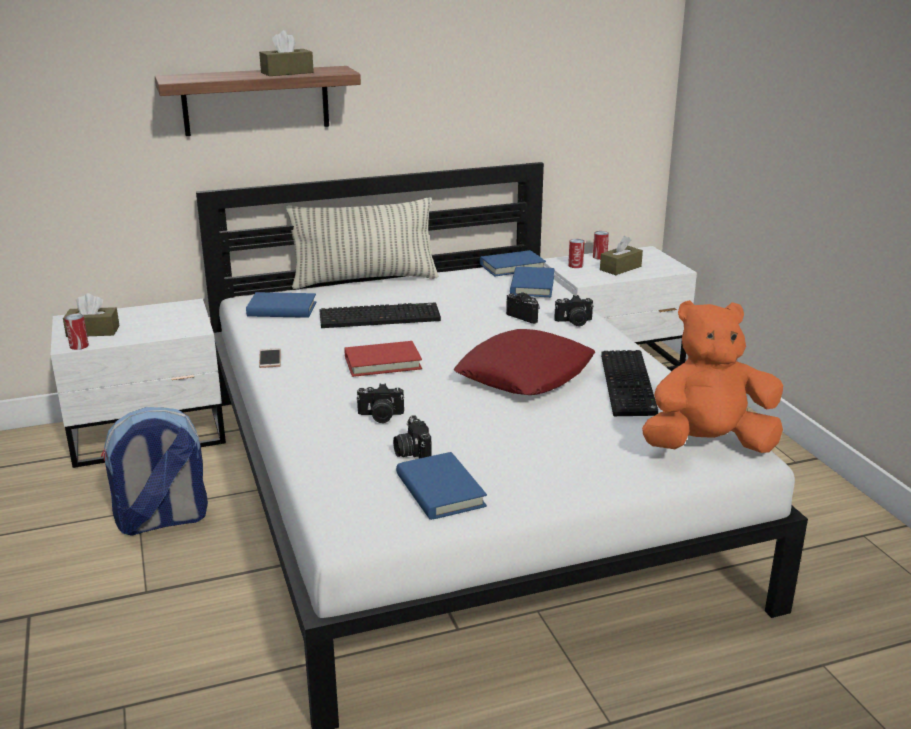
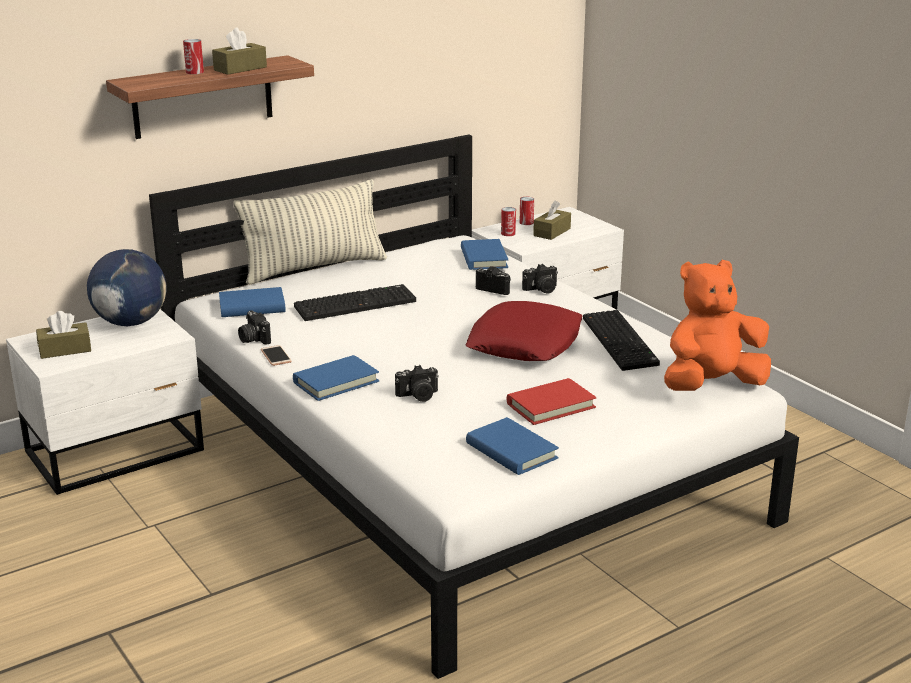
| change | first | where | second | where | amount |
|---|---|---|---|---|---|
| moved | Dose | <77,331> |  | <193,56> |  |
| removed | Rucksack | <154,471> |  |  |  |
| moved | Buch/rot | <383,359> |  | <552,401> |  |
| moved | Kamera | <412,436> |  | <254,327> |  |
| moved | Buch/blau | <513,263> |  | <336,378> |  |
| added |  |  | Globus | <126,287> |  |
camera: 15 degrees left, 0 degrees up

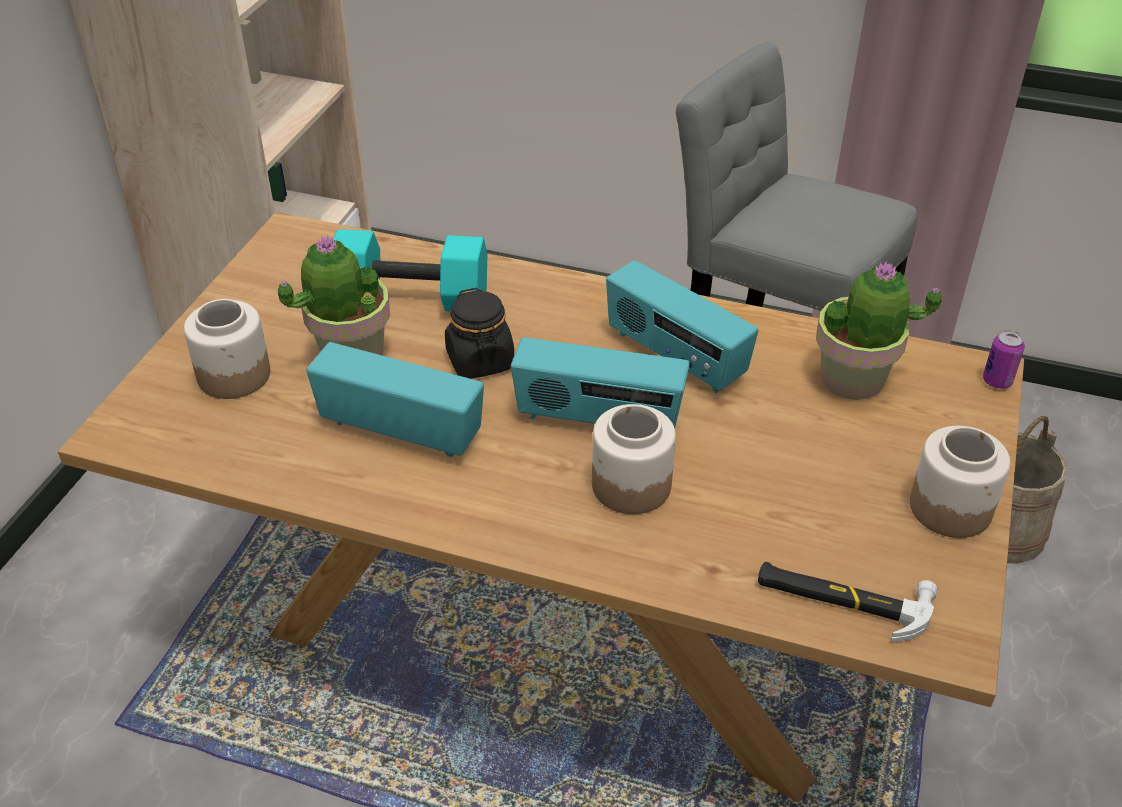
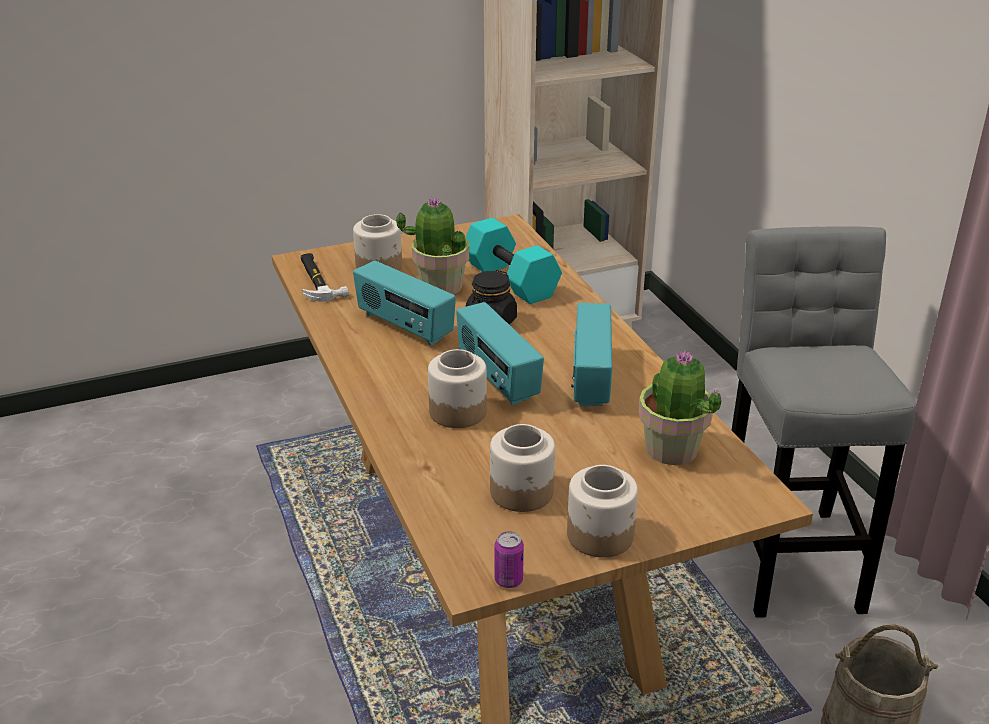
| change | first | where | second | where | amount |
|---|---|---|---|---|---|
| turned | Radio | <395,399> |  | <404,303> | 150 degrees clockwise |
| moved | Hammer | <847,602> |  | <325,277> |  |
| moved | Dose | <1004,359> |  | <509,559> |  |
| added |  |  | Vorratsglas | <522,468> |  |
camera: 50 degrees right, 10 degrees down

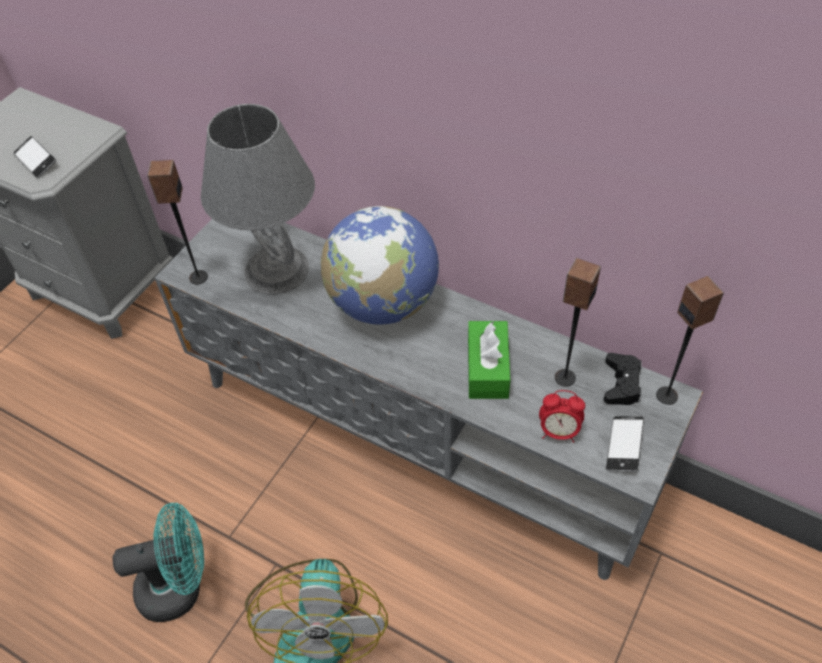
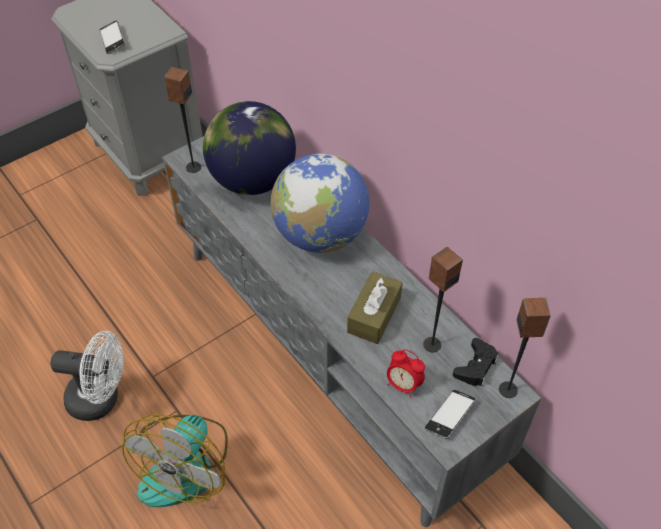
| change | first | where | second | where | amount |
|---|---|---|---|---|---|
| recoloured | Ventilator/türkis | <158,562> | Ventilator/weiß | <87,376> |  |
| replaced | Tischlampe/grau | <258,199> | Globus | <249,148> |  |
| recoloured | Taschentuchbox/grün | <489,360> | Taschentuchbox/braun | <375,307> |  |
camera: 20 degrees right, 0 degrees up

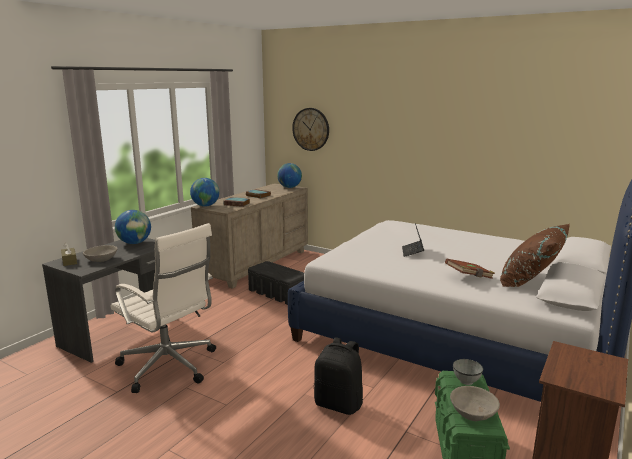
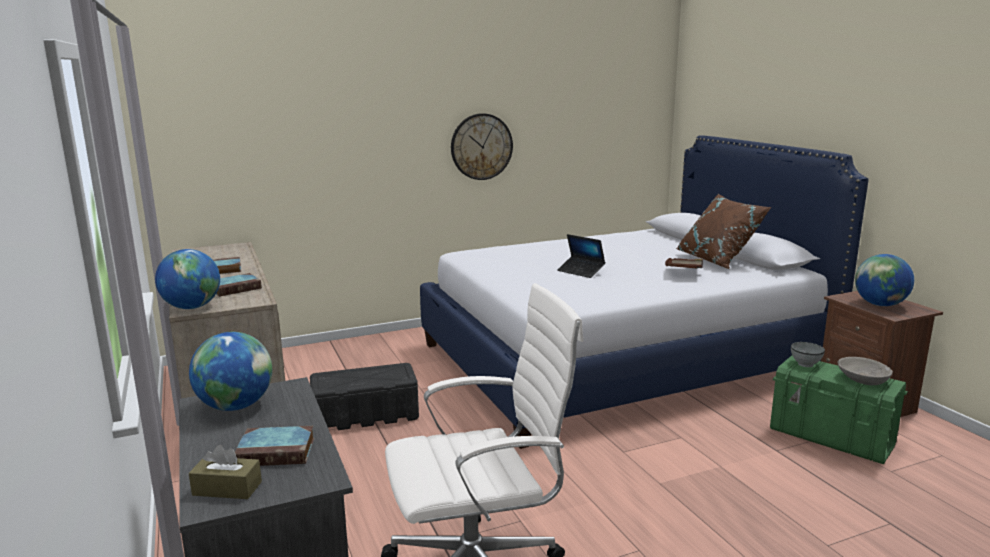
| change | first | where | second | where | amount |
|---|---|---|---|---|---|
| replaced | Schüssel/grau | <100,253> | Buch | <274,446> |  |
| moved | Globus | <289,175> |  | <884,280> |  |
| moved | Wanduhr | <310,129> |  | <482,146> |  |
| removed | Rucksack/schwarz | <338,376> |  |  |  |
camera: 55 degrees left, 0 degrees up

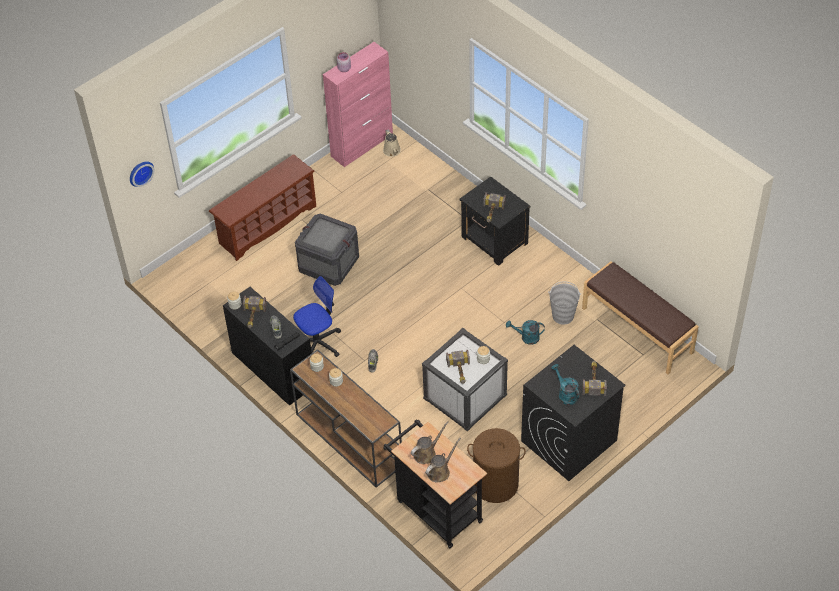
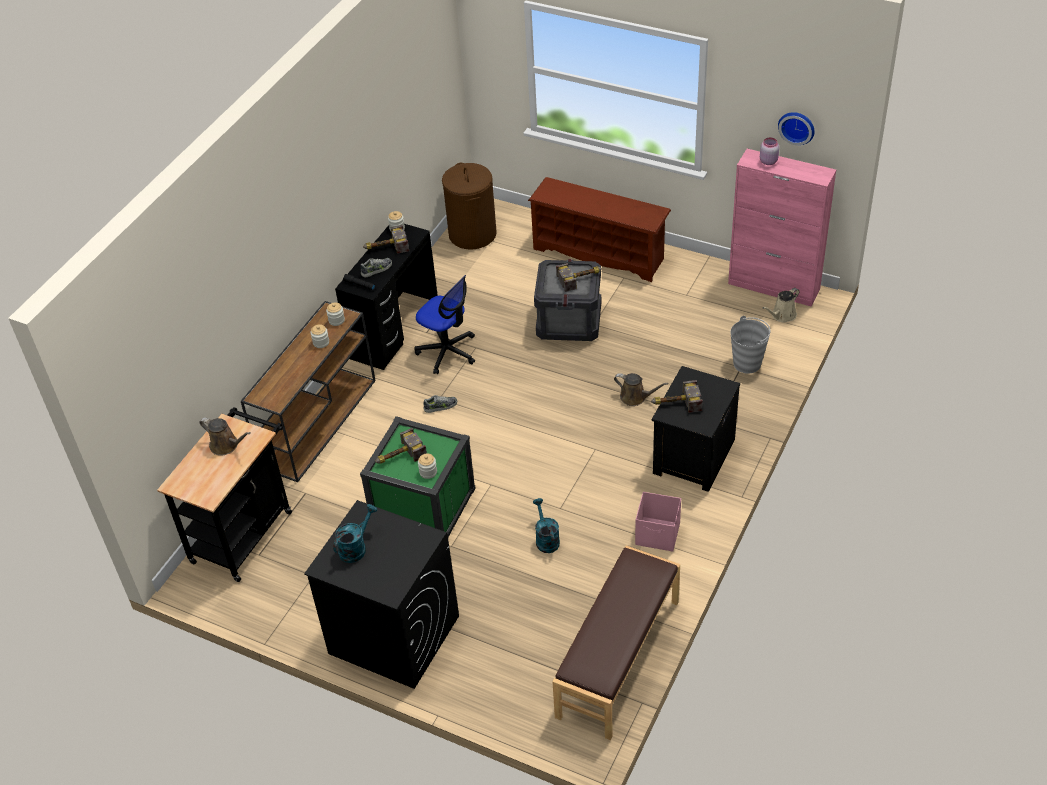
| change | first | where | second | where | amount |
|---|---|---|---|---|---|
| moved | Wanduhr | <142,174> |  | <796,128> |  |
| recoloured | Aufbewahrungsbox/weiß | <465,380> | Aufbewahrungsbox/grün | <418,476> |  |
| moved | Gießkanne/braun | <443,460> |  | <641,389> |  |
| moved | Wäschekorb/braun | <496,465> |  | <469,206> |  |
| moved | Eimer/grau | <565,303> |  | <750,345> |  |
| moved | Hammer | <594,378> |  | <579,277> |  |
| added |  |  | Aufbewahrungsbox/rosa | <658,522> |  |
camera: 70 degrees right, 5 degrees down

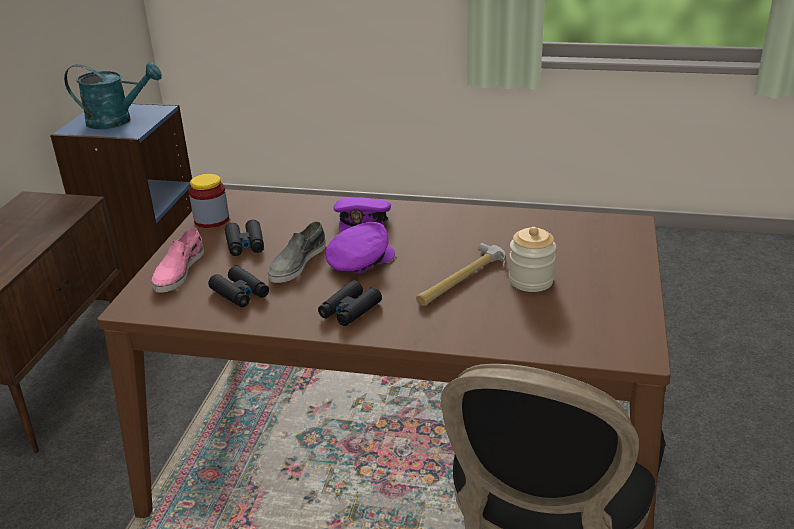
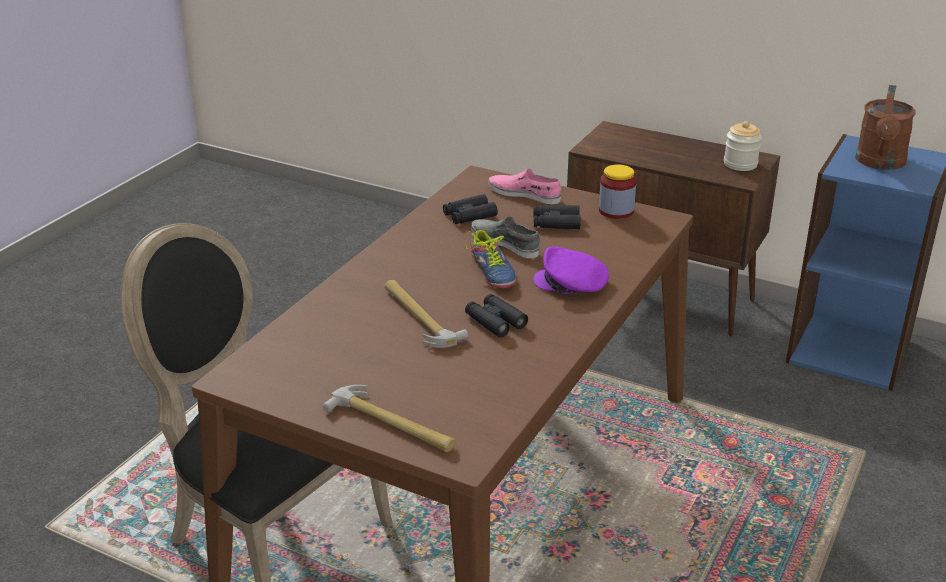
| change | first | where | second | where | amount |
|---|---|---|---|---|---|
| recoloured | Gießkanne/türkis | <113,95> | Gießkanne/braun | <885,127> |  |
| moved | Fernglas/schwarz | <350,303> |  | <496,315> |  |
| replaced | Kappe/lila | <360,248> | Schuh | <491,259> |  |
| moved | Vorratsglas | <532,259> |  | <743,146> |  |
| added |  |  | Hammer | <389,418> |  |
camera: 105 degrees right, 0 degrees up

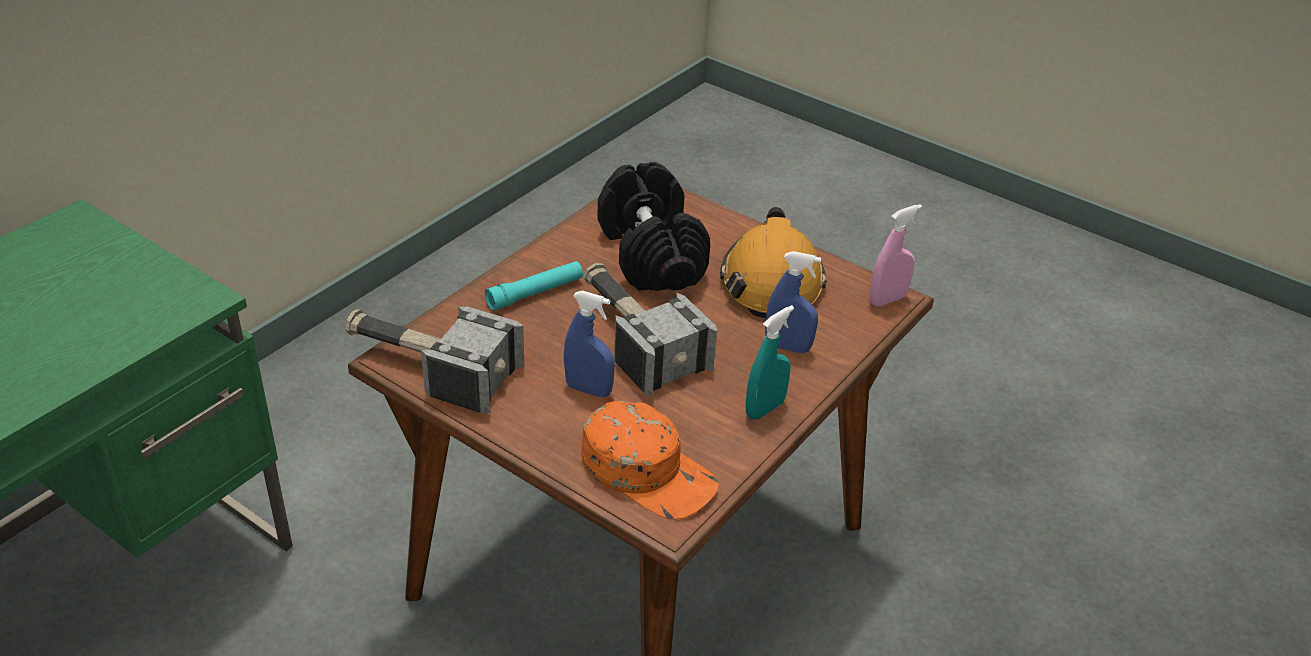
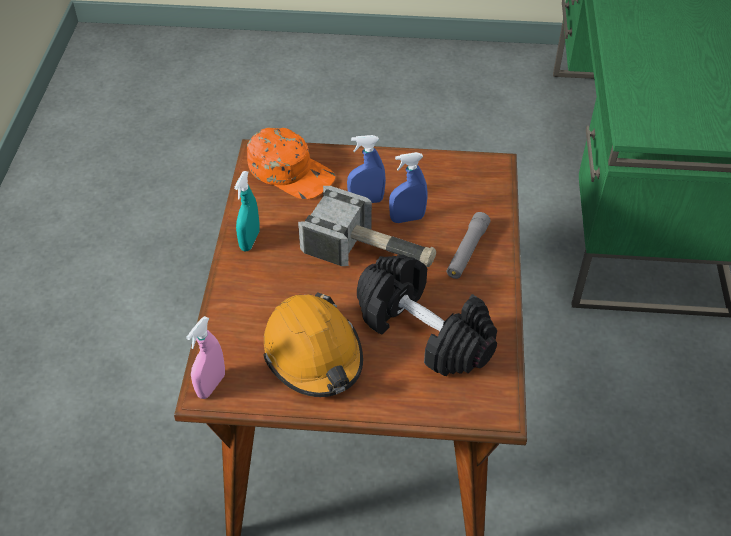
| change | first | where | second | where | amount |
|---|---|---|---|---|---|
| removed | Hammer | <434,360> |  |  |  |
| recoloured | Taschenlampe/türkis | <534,286> | Taschenlampe/grau | <468,245> |  |
| turned | Kappe/orange | <650,460> |  | <291,163> | 150 degrees counterclockwise |
| moved | Sprühflasche/blau | <793,302> |  | <408,187> |  |
camera: 150 degrees right, 10 degrees up

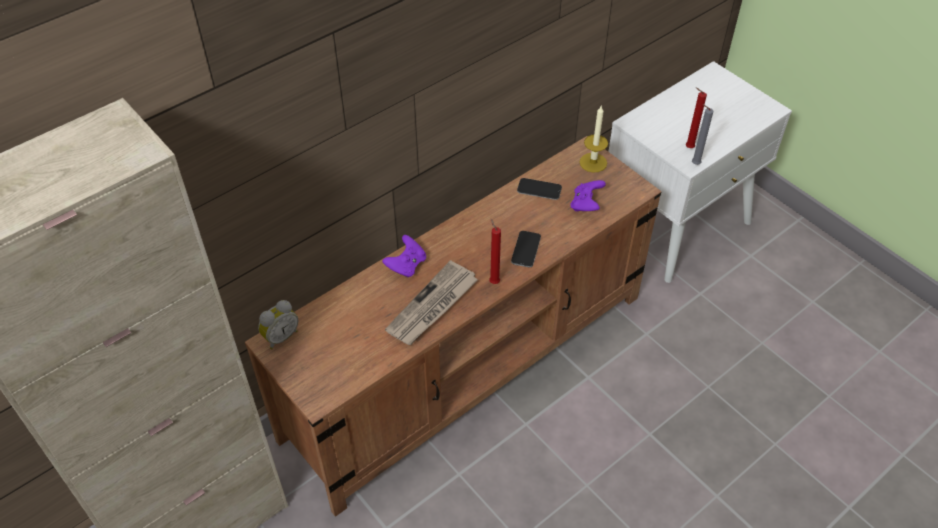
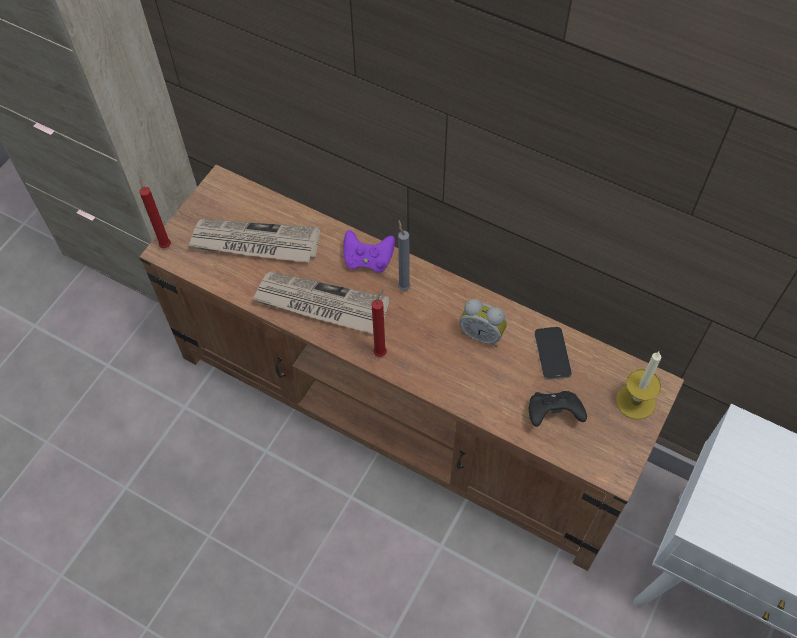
| change | first | where | second | where | amount |
|---|---|---|---|---|---|
| moved | Wecker | <278,325> |  | <483,323> |  |
| removed | Handy | <526,249> |  |  |  |
| recoloured | Gamepad/lila | <588,196> | Gamepad/schwarz | <558,409> |  |
| moved | Kerze/rot | <696,118> |  | <155,211> |  |
| moved | Kerze/grau | <702,134> |  | <404,255> |  |
| added |  |  | Zeitung | <253,241> |  |
camera: 70 degrees right, 10 degrees up

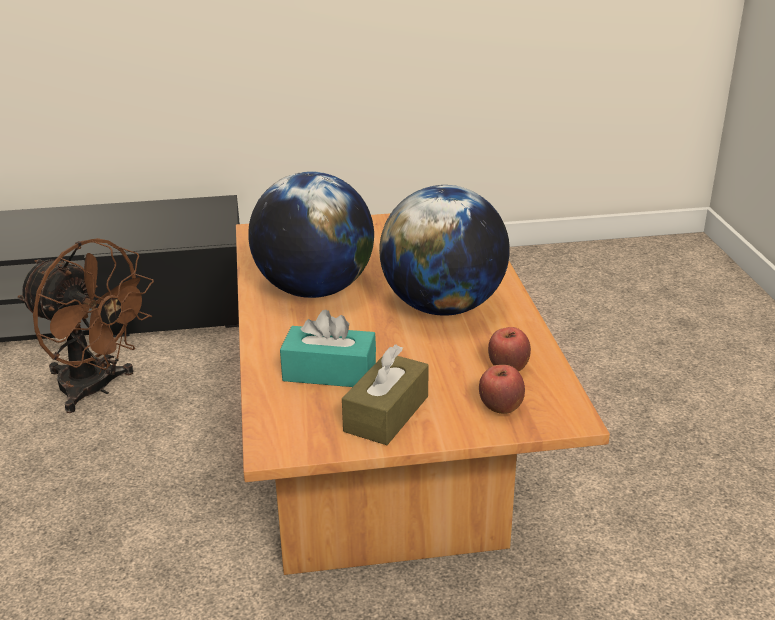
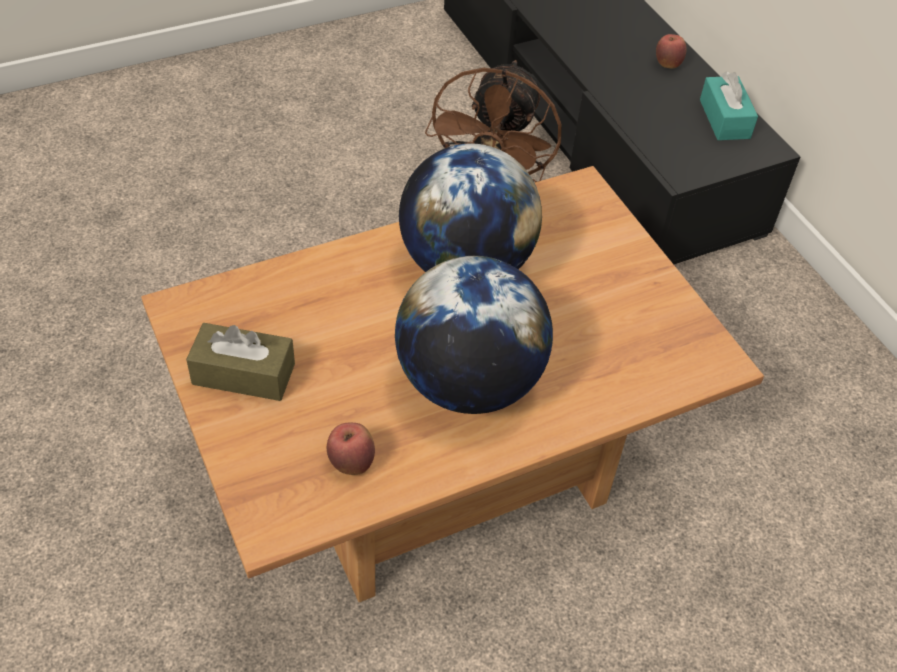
| change | first | where | second | where | amount |
|---|---|---|---|---|---|
| moved | Taschentuchbox/türkis | <328,348> |  | <729,105> |  |
| moved | Apfel | <502,389> |  | <671,51> |  |
camera: 70 degrees right, 20 degrees up

